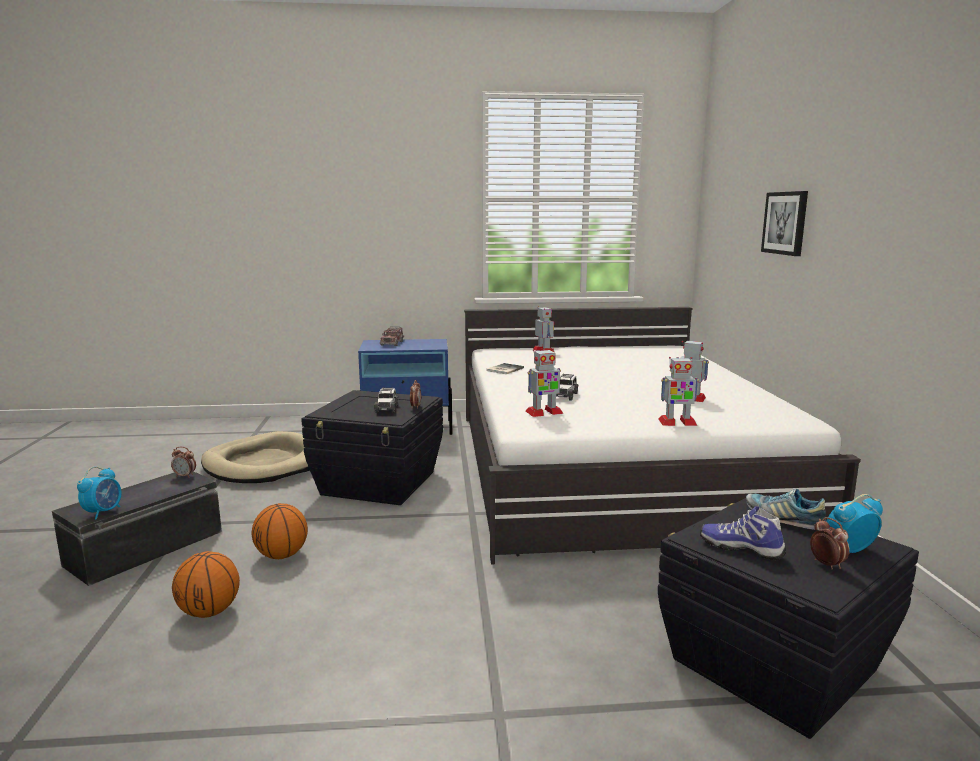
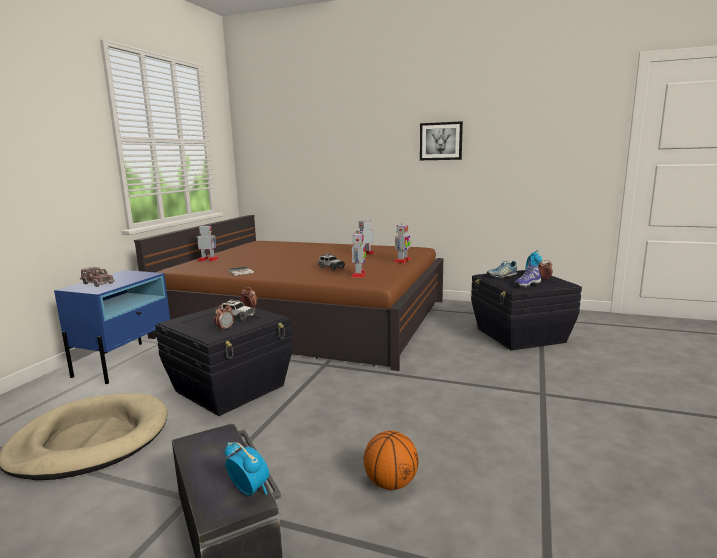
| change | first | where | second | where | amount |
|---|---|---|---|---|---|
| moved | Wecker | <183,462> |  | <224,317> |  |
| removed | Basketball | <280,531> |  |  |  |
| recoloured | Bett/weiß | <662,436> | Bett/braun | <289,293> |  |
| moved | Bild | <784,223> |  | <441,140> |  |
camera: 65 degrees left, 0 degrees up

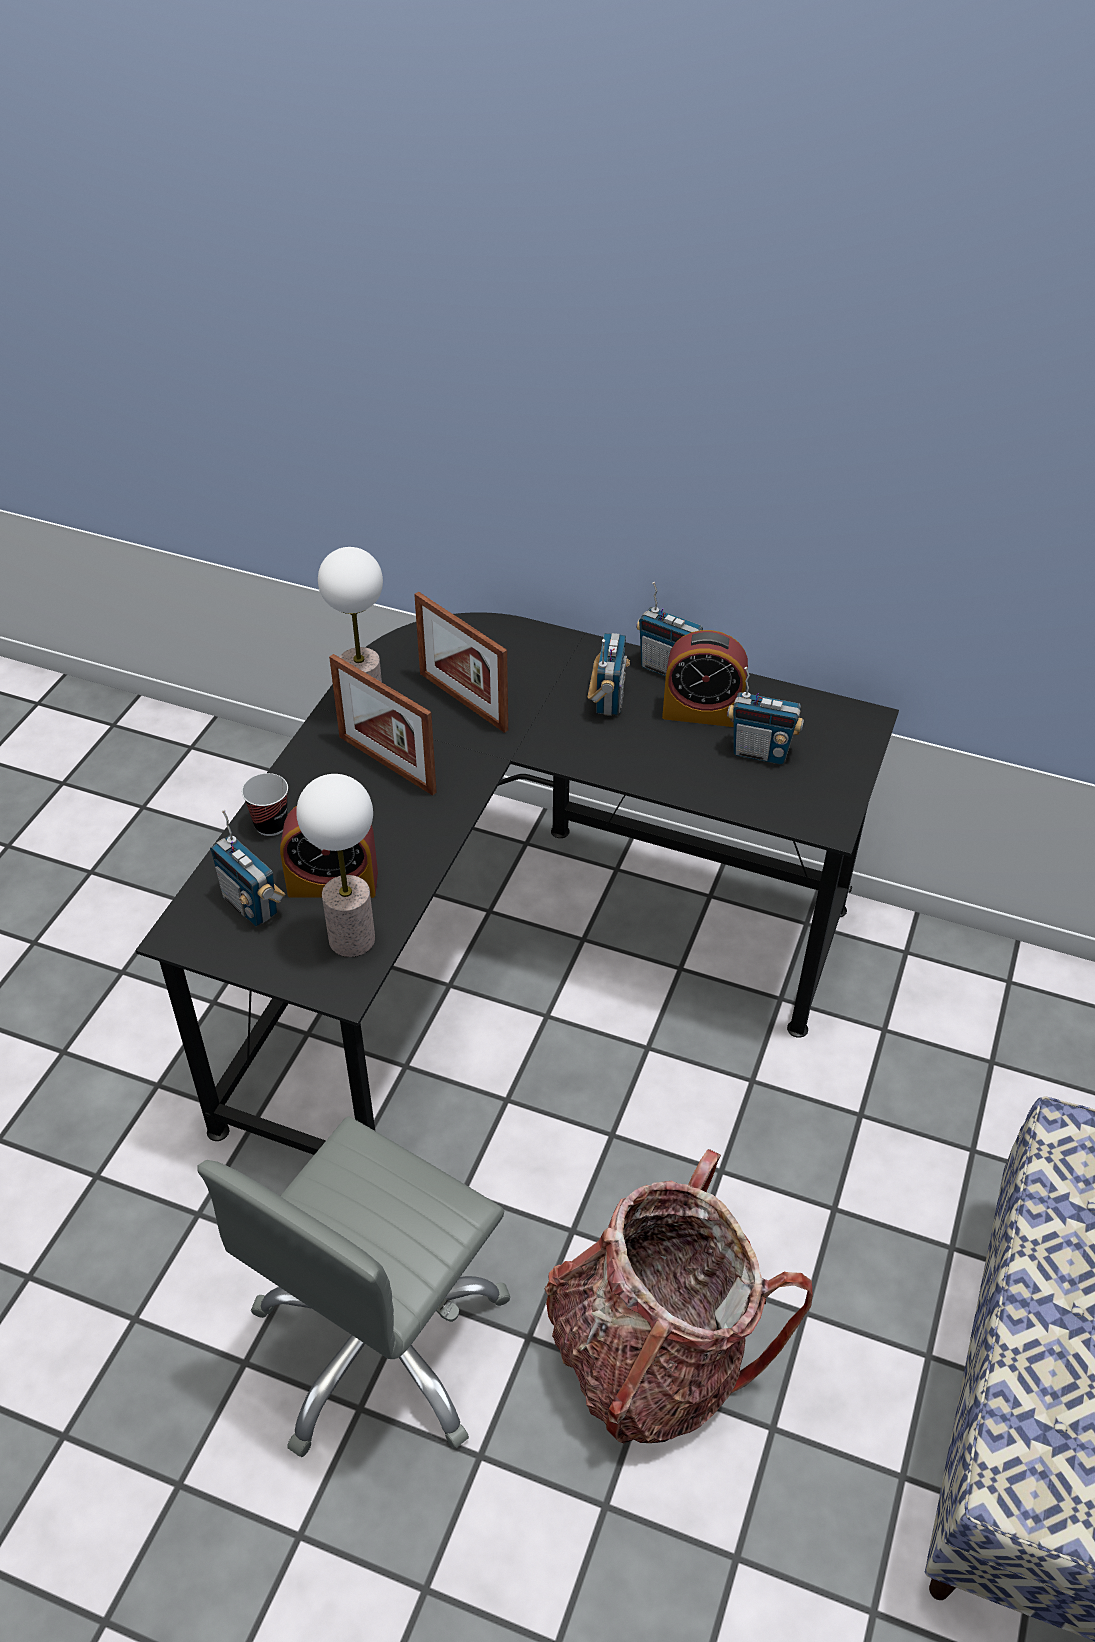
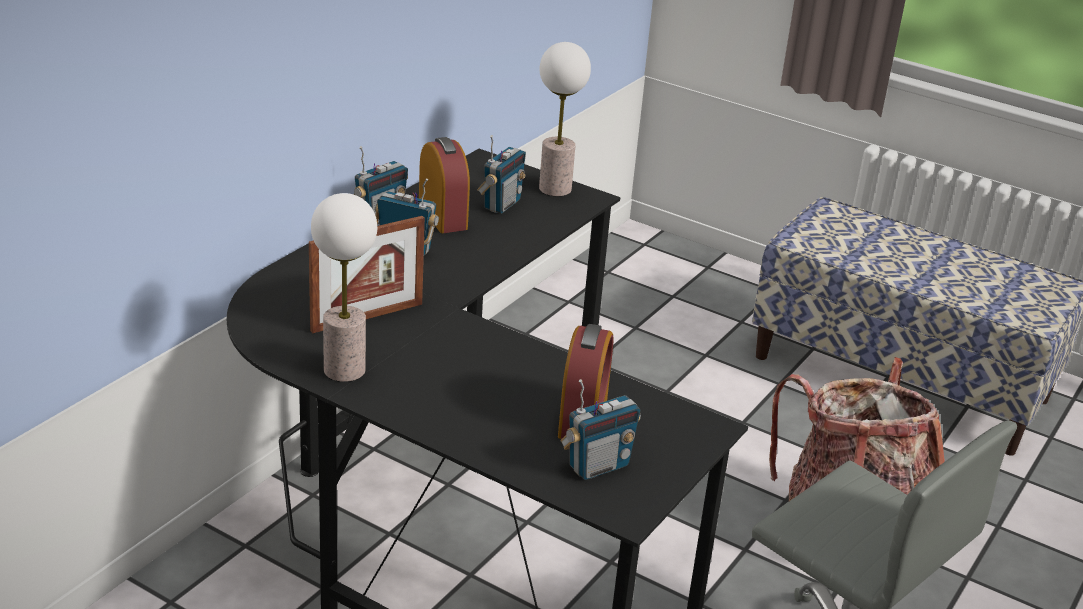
| change | first | where | second | where | amount |
|---|---|---|---|---|---|
| removed | Tasse | <265,804> |  |  |  |
| moved | Tischlampe | <335,865> |  | <565,119> |  |
| removed | Bilderrahmen | <383,725> |  |  |  |
| turned | Wecker | <705,678> |  | <444,185> | 45 degrees counterclockwise |
camera: 80 degrees left, 15 degrees down

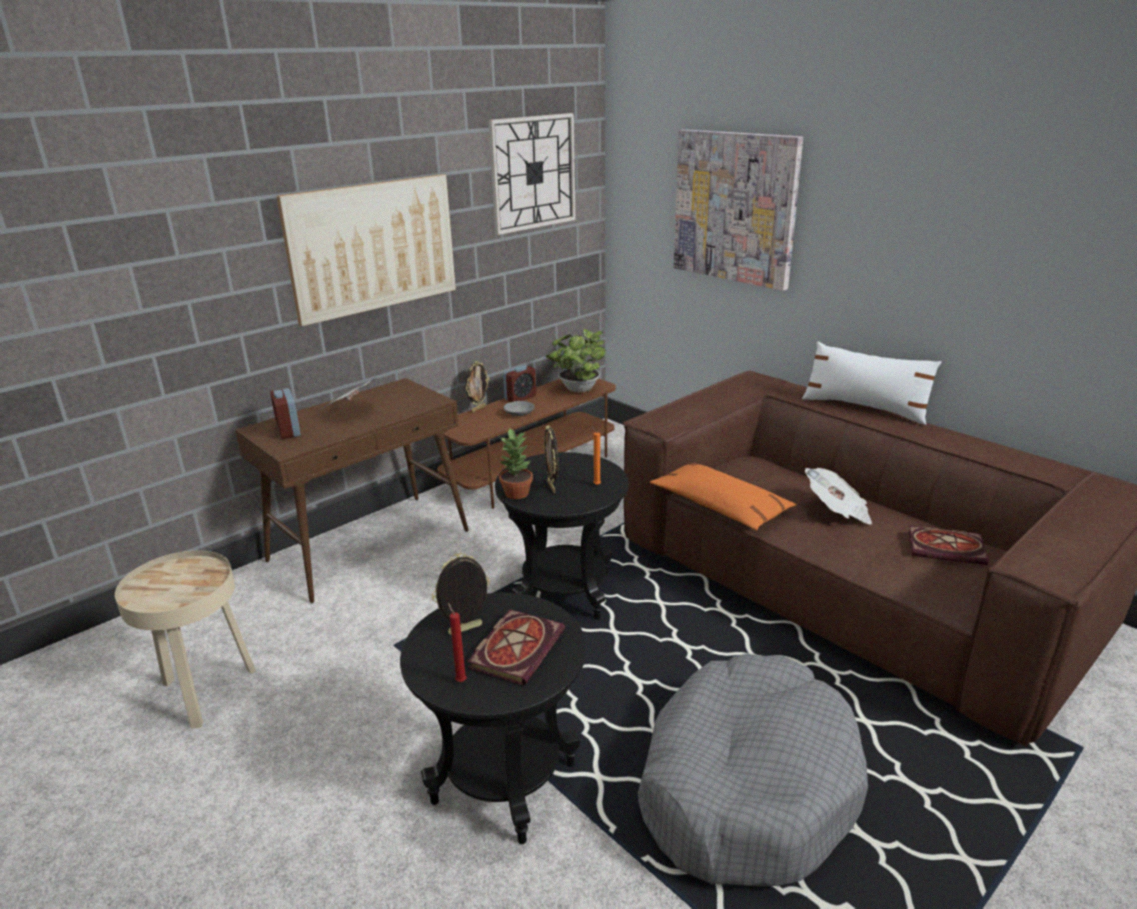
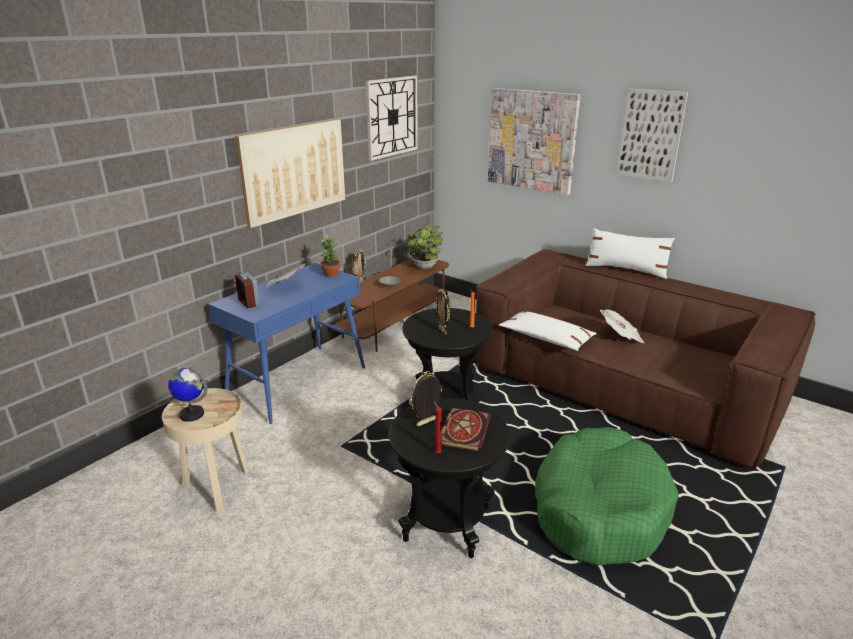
| change | first | where | second | where | amount |
|---|---|---|---|---|---|
| recoloured | Konsolentisch/braun | <352,490> | Konsolentisch/blau | <286,343> |  |
| moved | Topfpflanze | <516,463> |  | <330,255> |  |
| removed | Wecker | <519,383> |  |  |  |
| recoloured | Hundebett/grau | <753,769> | Hundebett/grün | <607,496> |  |
| recoloured | Kissen/orange | <723,497> | Kissen/weiß | <548,331> |  |
| removed | Buch | <948,545> |  |  |  |
| added |  |  | Globus | <187,394> |  |
| added |  |  | Bild | <652,135> |  |
camera: 10 degrees left, 0 degrees up

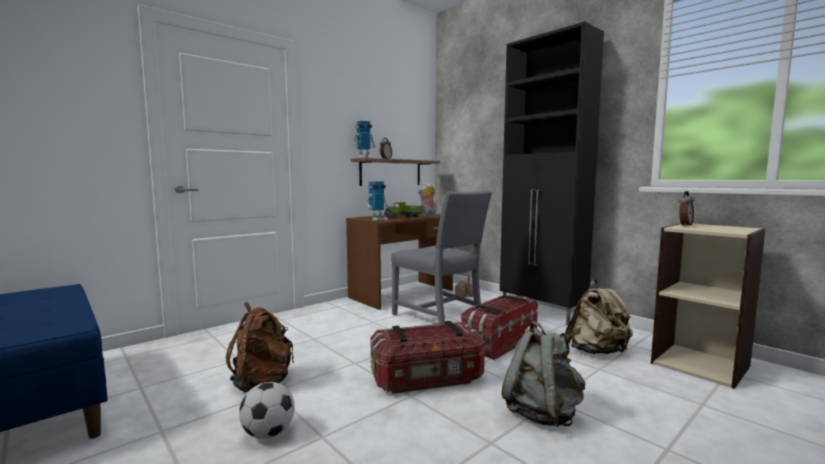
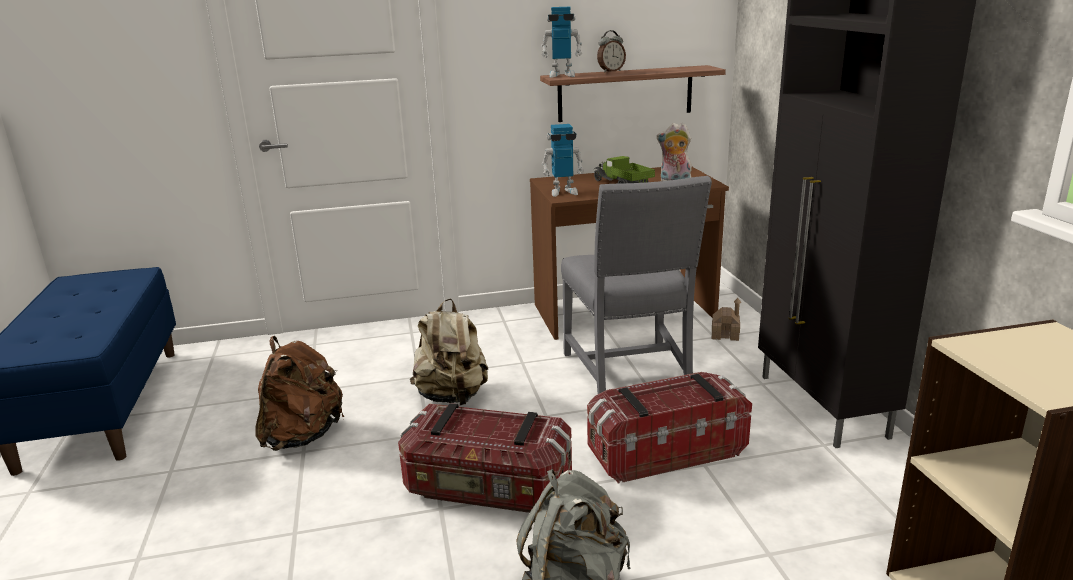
| change | first | where | second | where | amount |
|---|---|---|---|---|---|
| removed | Fußball | <267,410> |  |  |  |
| moved | Rucksack/beige | <599,316> |  | <449,352> |  |
| removed | Wecker | <686,208> |  |  |  |
camera: 30 degrees right, 15 degrees up

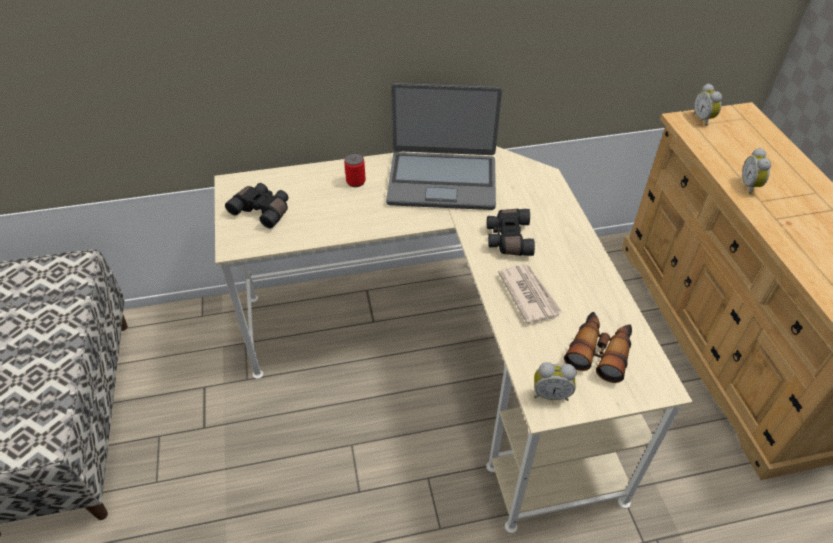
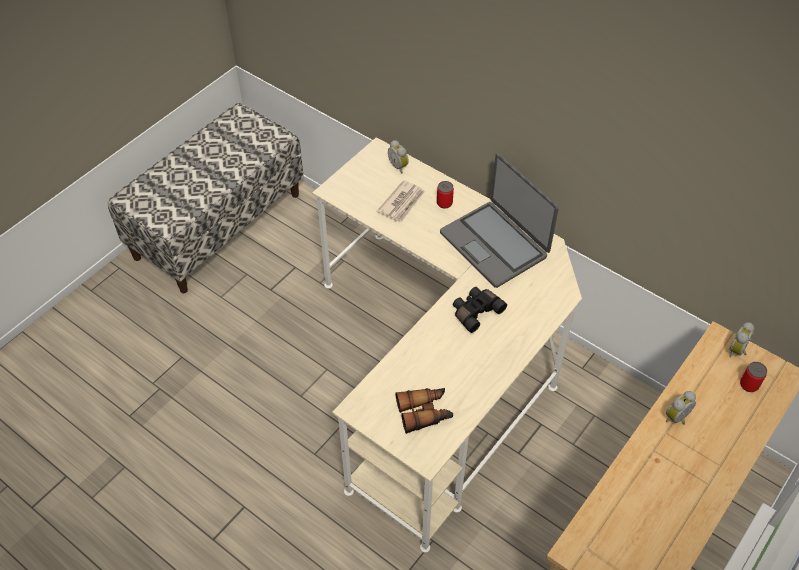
| change | first | where | second | where | amount |
|---|---|---|---|---|---|
| removed | Fernglas/schwarz | <257,206> |  |  |  |
| moved | Zeitung | <530,294> |  | <401,201> |  |
| moved | Wecker | <555,381> |  | <398,157> |  |
| added |  |  | Dose | <753,377> |  |
camera: 50 degrees right, 5 degrees up

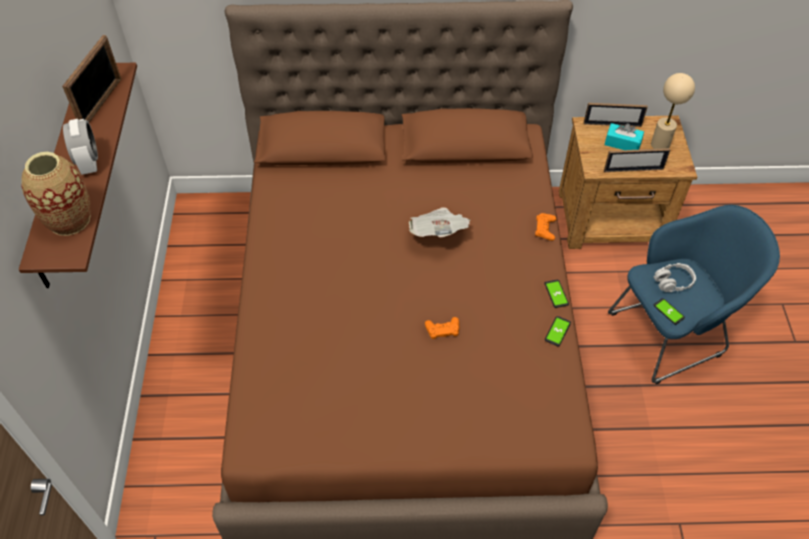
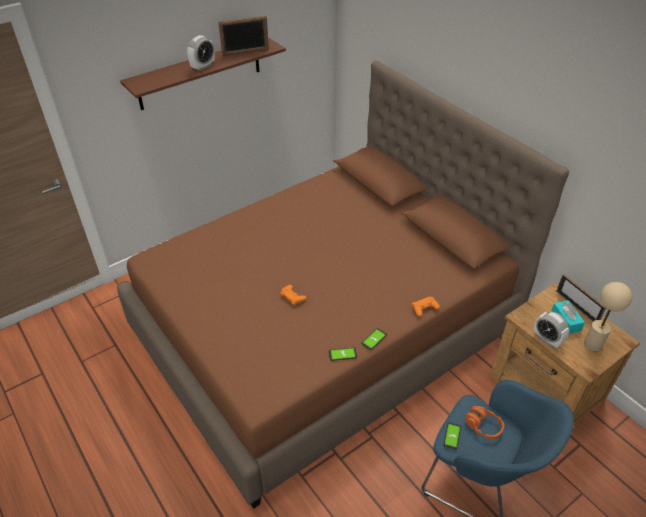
| change | first | where | second | where | amount |
|---|---|---|---|---|---|
| removed | Vase | <56,194> |  |  |  |
| removed | Zeitung | <439,222> |  |  |  |
| replaced | Bilderrahmen | <637,160> | Wecker | <551,330> |  |
| recoloured | Kopfhörer/grau | <675,277> | Kopfhörer/orange | <484,422> |  |
camera: 55 degrees right, 10 degrees down

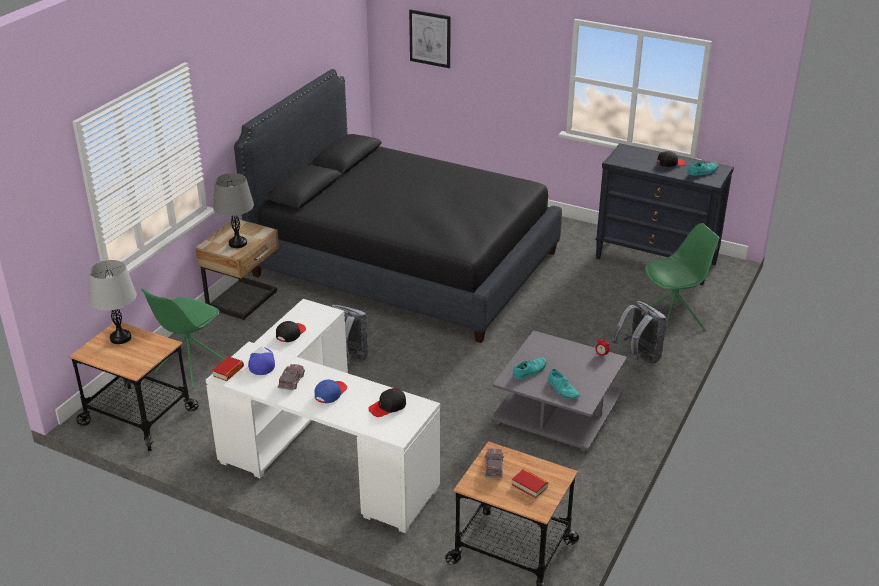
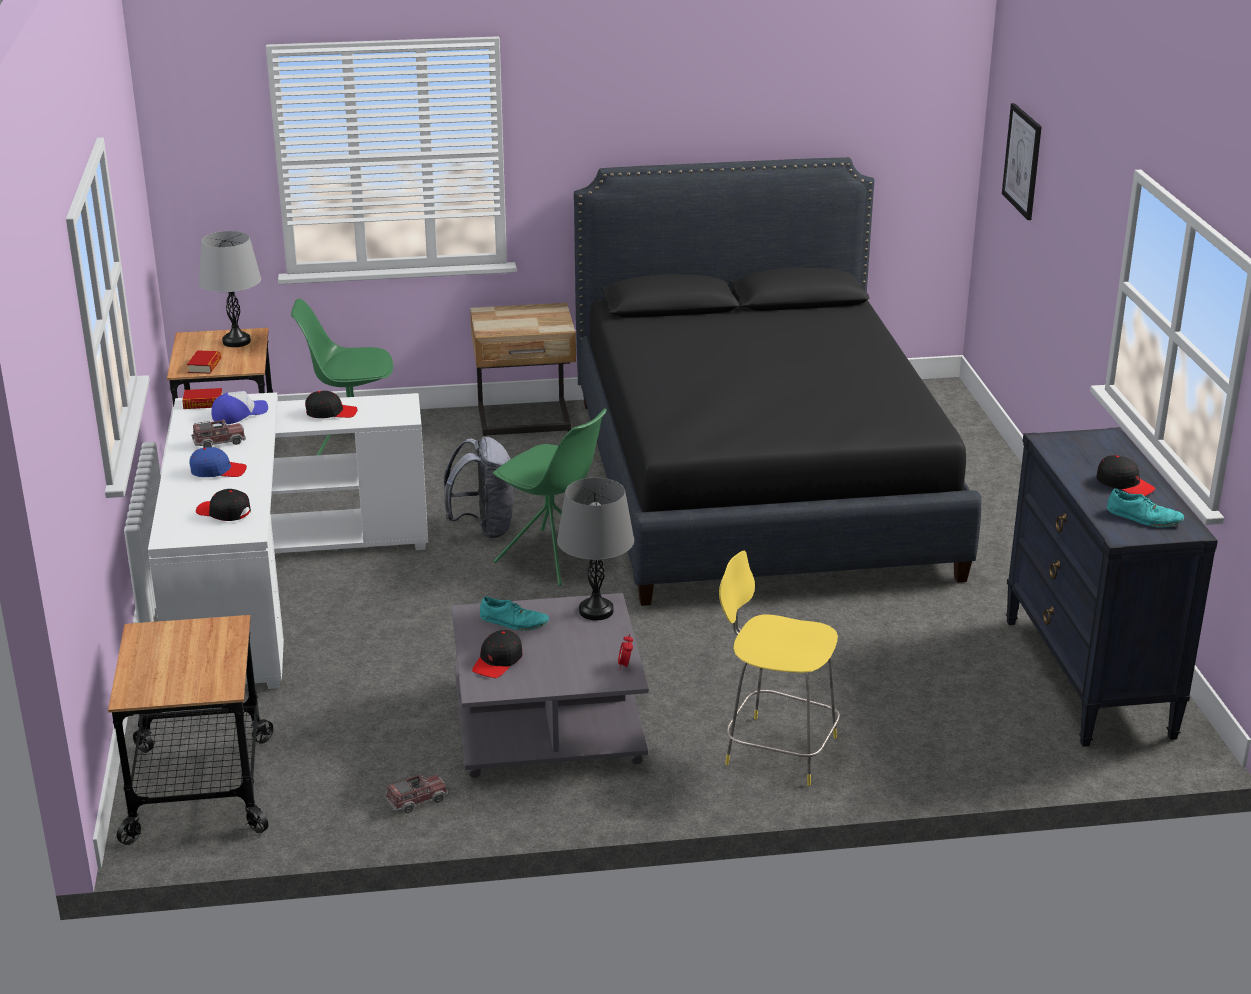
| change | first | where | second | where | amount |
|---|---|---|---|---|---|
| moved | Tischlampe/grau | <233,210> |  | <595,549> |  |
| moved | Spielzeuglaster | <494,463> |  | <416,793> |  |
| moved | Buch | <530,483> |  | <204,362> |  |
| replaced | Schuh/türkis | <564,384> | Kappe/schwarz | <497,654> |  |
| replaced | Rucksack/grau | <640,332> | Hocker/gelb | <779,668> |  |
| moved | Stuhl/grün | <682,280> |  | <550,497> |  |
camera: 55 degrees right, 5 degrees down

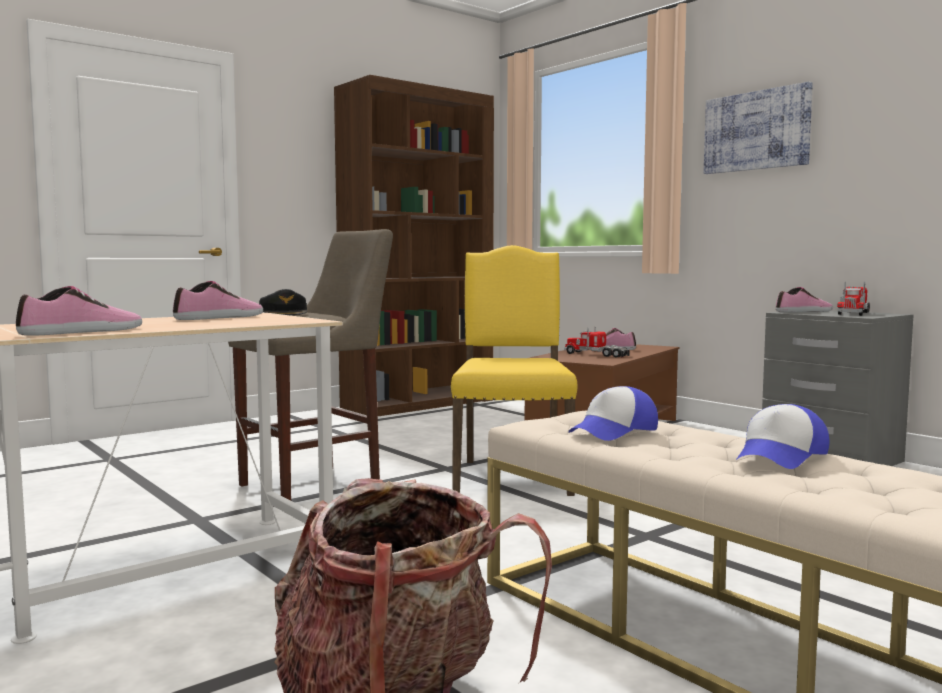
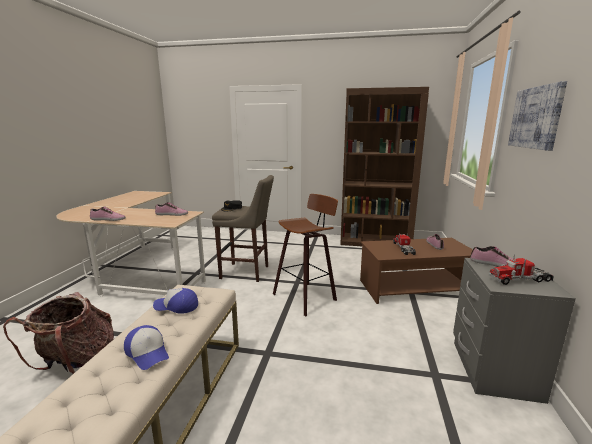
| change | first | where | second | where | amount |
|---|---|---|---|---|---|
| replaced | Stuhl/gelb | <514,370> | Hocker | <305,255> |  |
| turned | Kappe | <782,436> |  | <146,347> | 135 degrees counterclockwise |
camera: 50 degrees right, 10 degrees up

